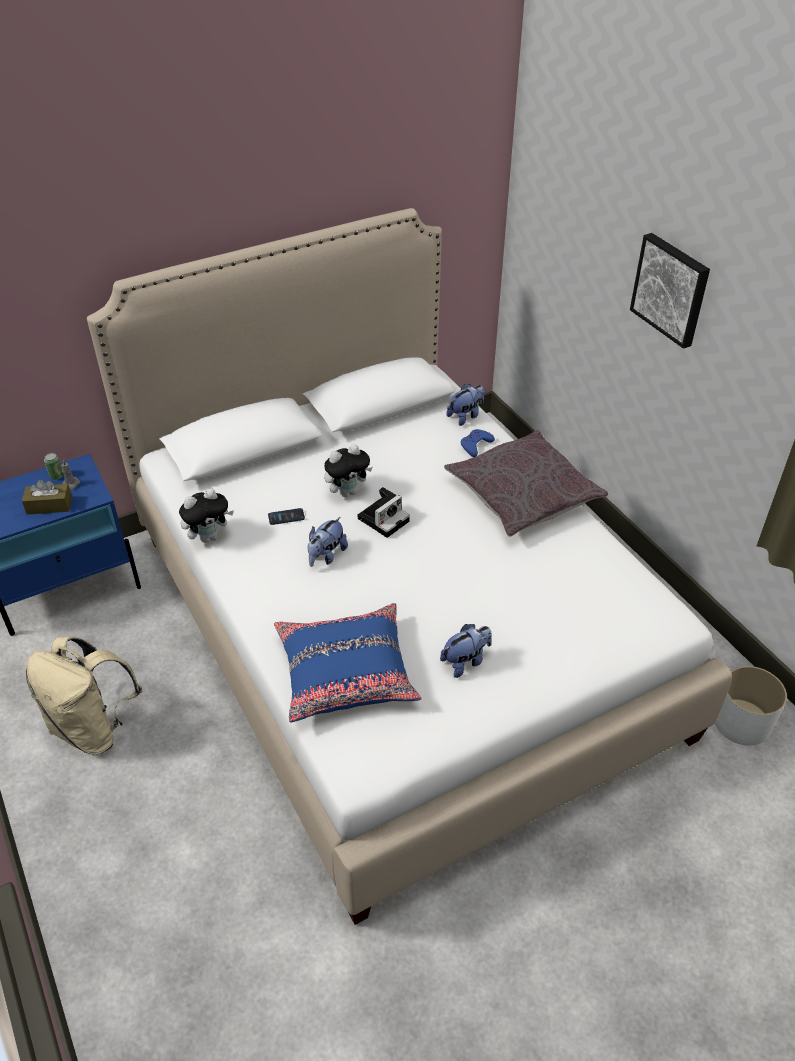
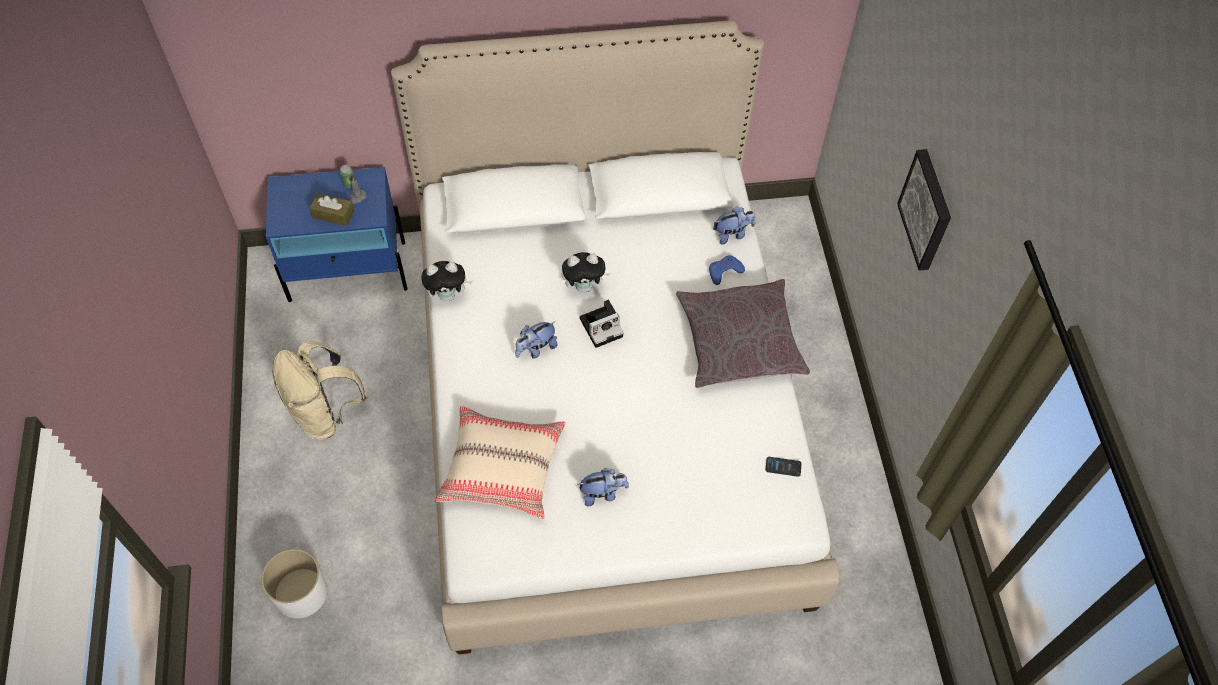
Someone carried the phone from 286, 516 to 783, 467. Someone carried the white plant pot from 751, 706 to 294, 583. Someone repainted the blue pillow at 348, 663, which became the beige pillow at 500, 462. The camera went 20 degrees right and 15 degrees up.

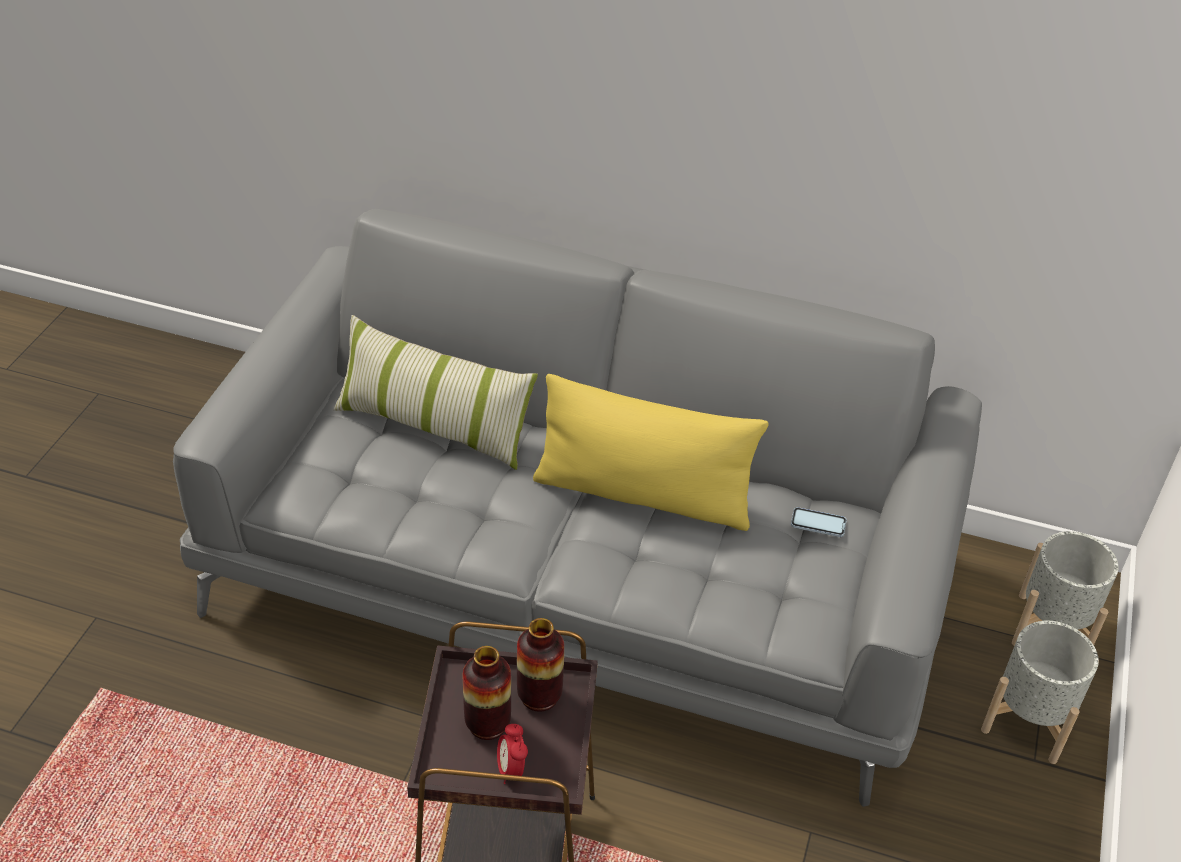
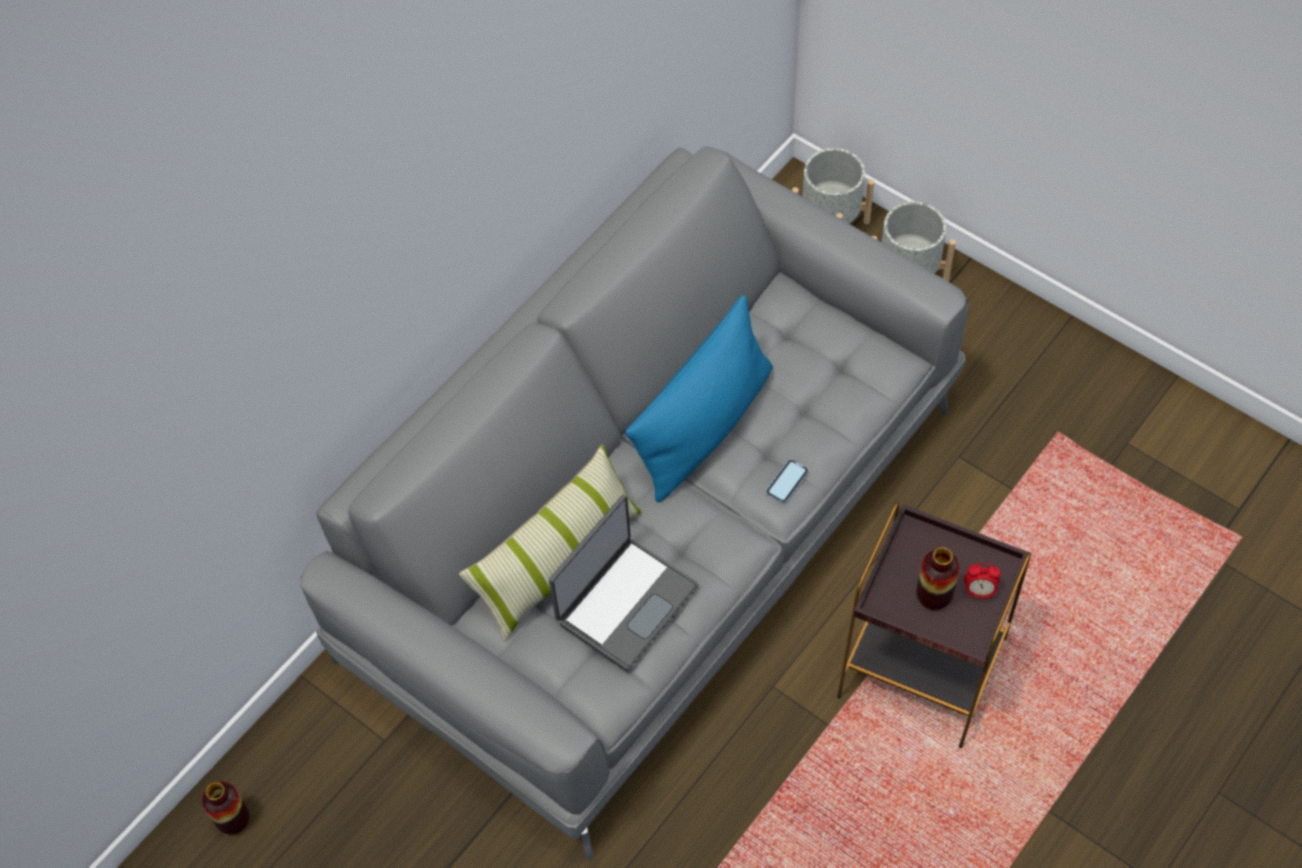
Someone put down the portable computer at 624, 583. Someone carried the flower vase from 540, 665 to 225, 807. Someone carried the phone from 819, 522 to 787, 482. Someone repainted the yellow-coloured pillow at 651, 452, which became the blue pillow at 699, 398. The camera went 65 degrees left and 15 degrees up.

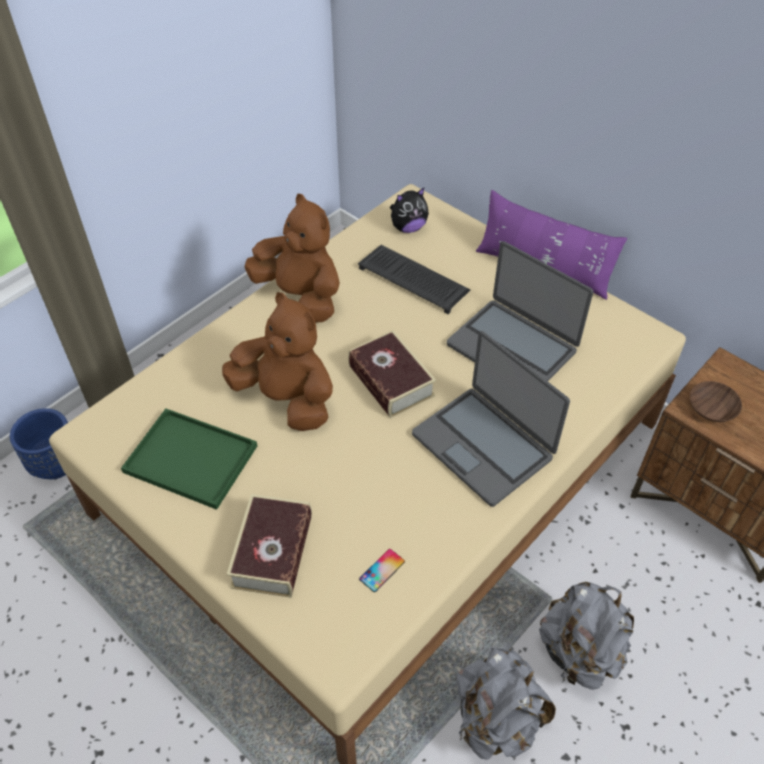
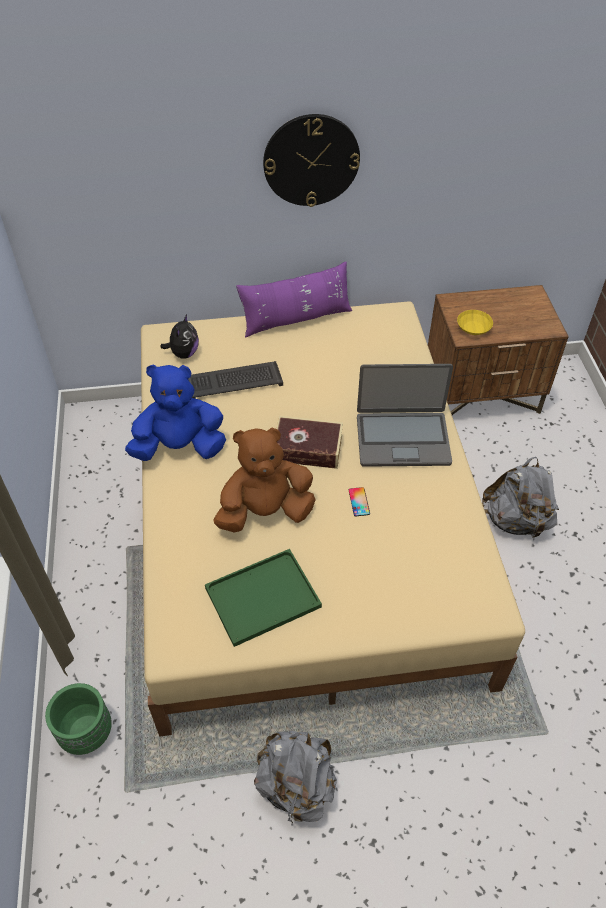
Someone took away the volume at 269, 546. Someone took away the portable computer at 520, 311. Someone put up the clock on the wall at 311, 160. Someone carried the phone from 382, 570 to 359, 502. Someone carried the greyish knapsack from 506, 704 to 295, 777. Someone repainted the blue plant pot at 39, 443, which became the green-coloured plant pot at 78, 719. Someone repainted the brown plush toy at 292, 258, which became the blue plush toy at 175, 413. Someone repainted the brown serving bowl at 716, 401, which became the yellow-coloured serving bowl at 475, 322. The camera went 50 degrees left and 0 degrees up.

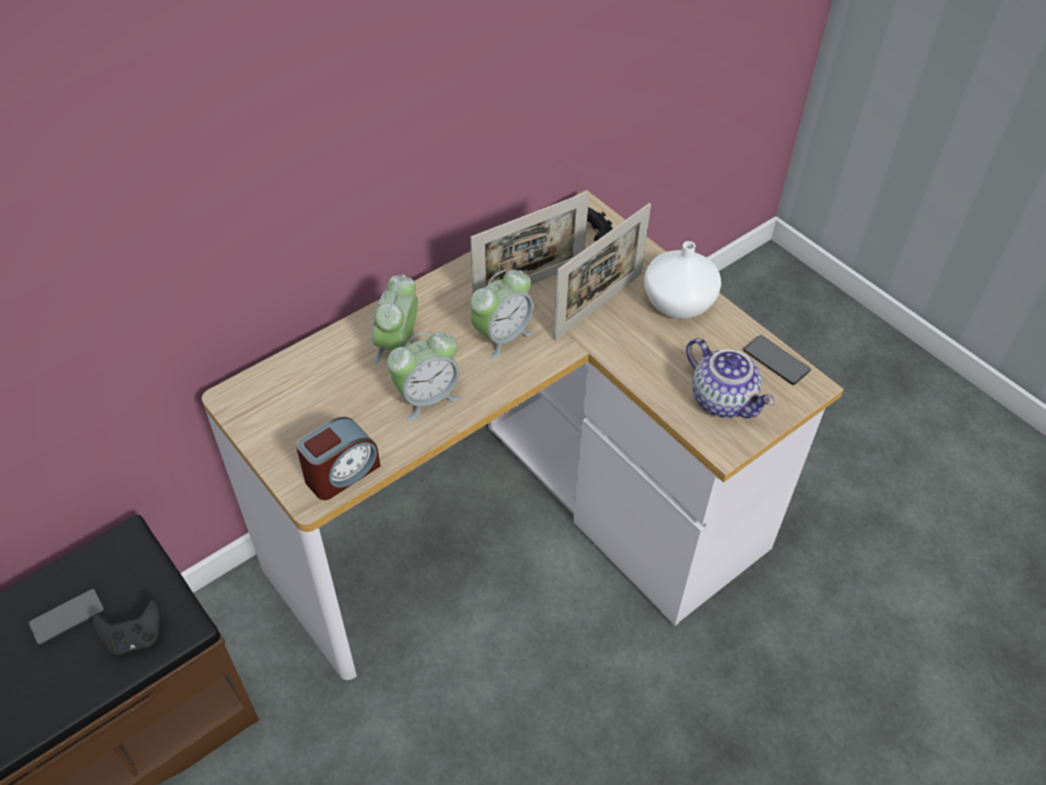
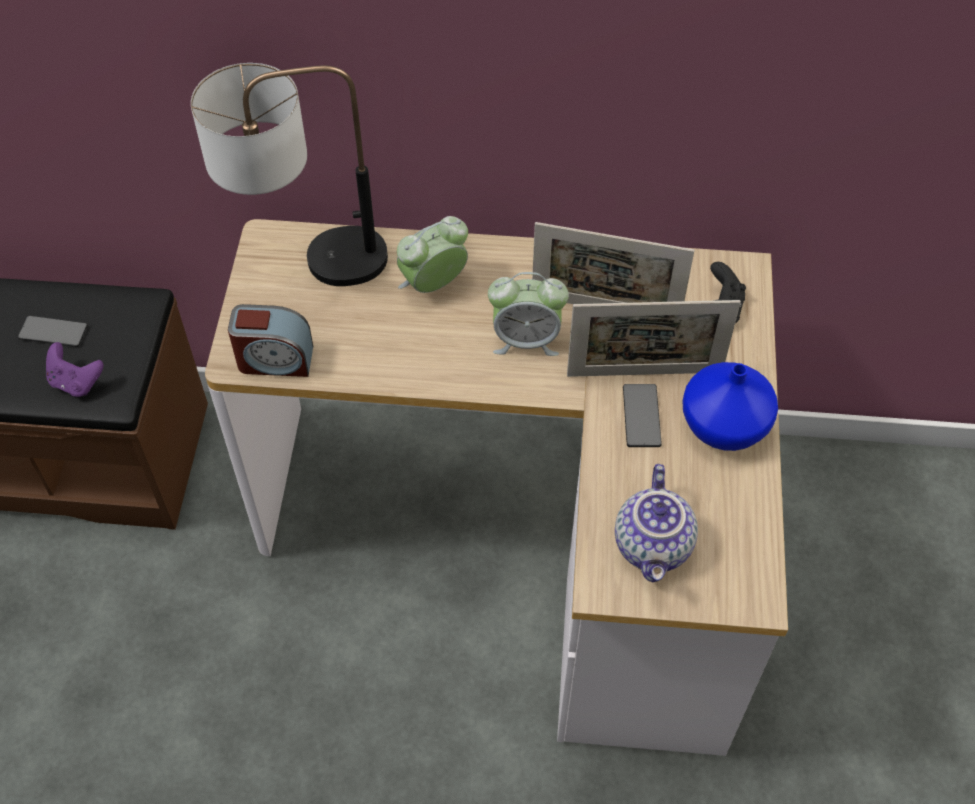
Someone took away the alarm clock at 424, 376. Someone put down the table lamp at 289, 174. Someone carried the phone from 777, 360 to 642, 415. Someone repainted the black joypad at 126, 627, which became the purplish joypad at 74, 369. Someone repainted the white flower vase at 682, 280, which became the blue flower vase at 730, 406. The camera went 45 degrees right and 5 degrees up.

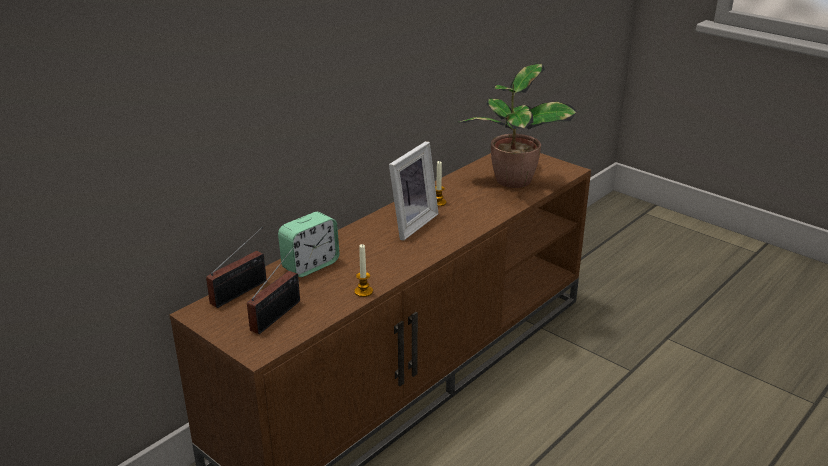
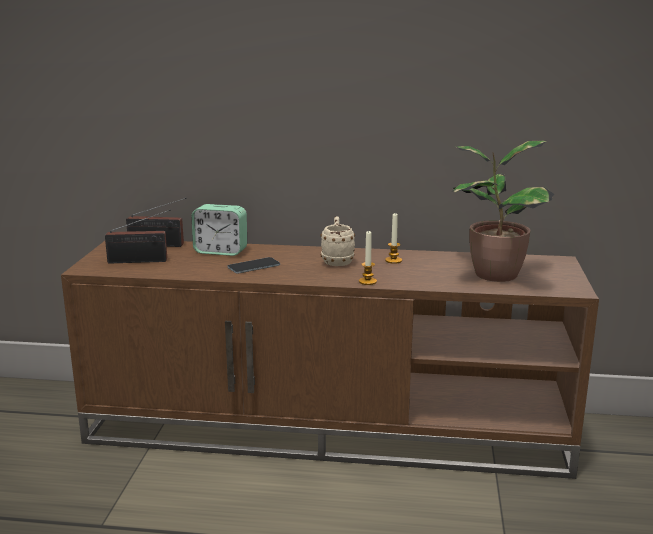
Someone put down the phone at 254, 265. Someone carried the candle from 363, 270 to 368, 258. Someone swapped the photo frame at 414, 191 for the beige tea mug at 337, 241. The camera went 55 degrees right and 10 degrees down.

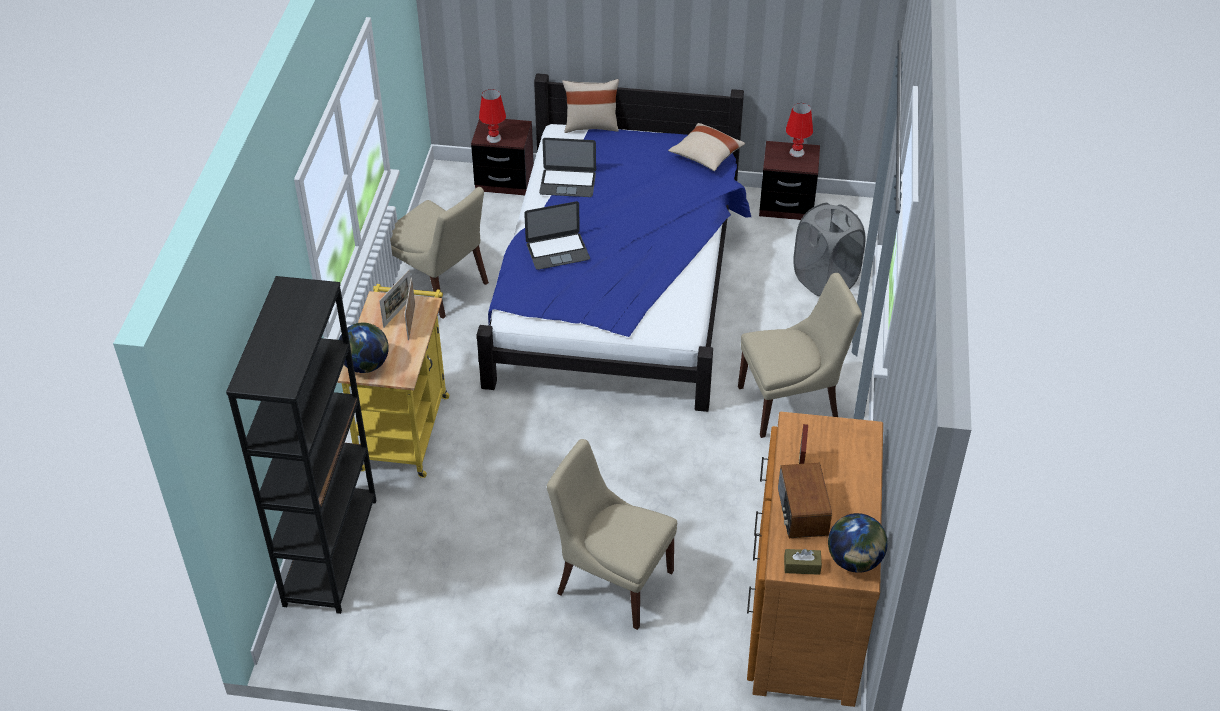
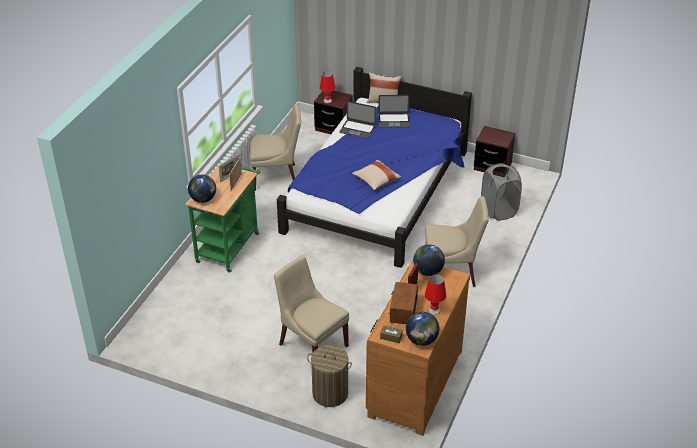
Someone took away the black shelving unit at 301, 445. Someone put down the hamper at 329, 376. Someone put down the world globe at 429, 260. Someone carried the portable computer from 557, 235 to 394, 111. Someone carried the beige pillow from 706, 147 to 376, 175. Someone carried the reddish table lamp from 799, 130 to 435, 294. Someone repainted the yellow-coloured wheeled cart at 393, 381, which became the green-coloured wheeled cart at 222, 218. Someone rotated the beige plain chair at 439, 253 by 60 degrees counterclockwise. The camera went 15 degrees right and 5 degrees down.

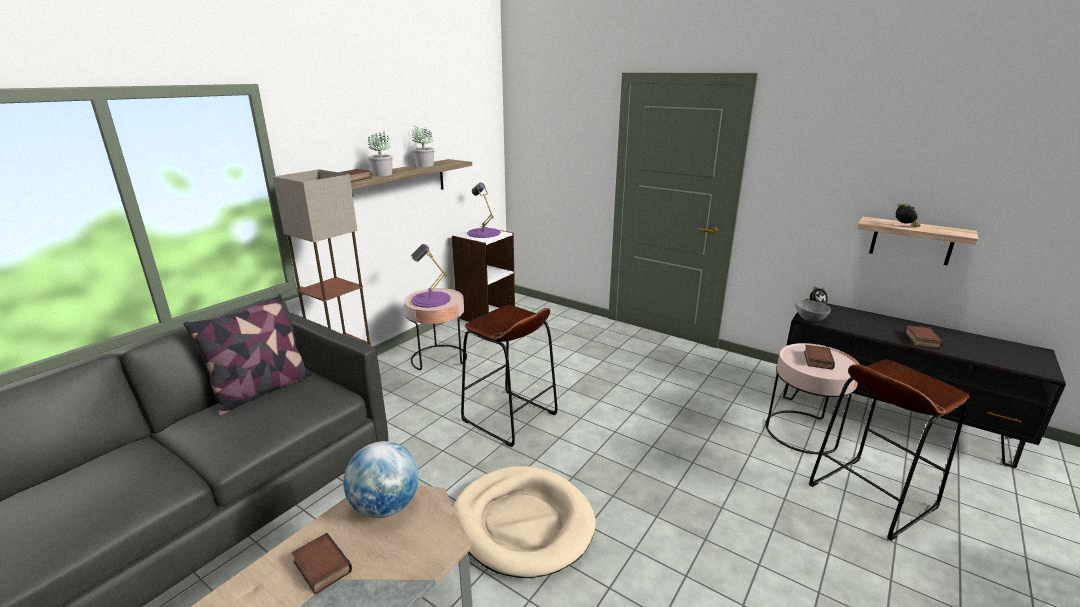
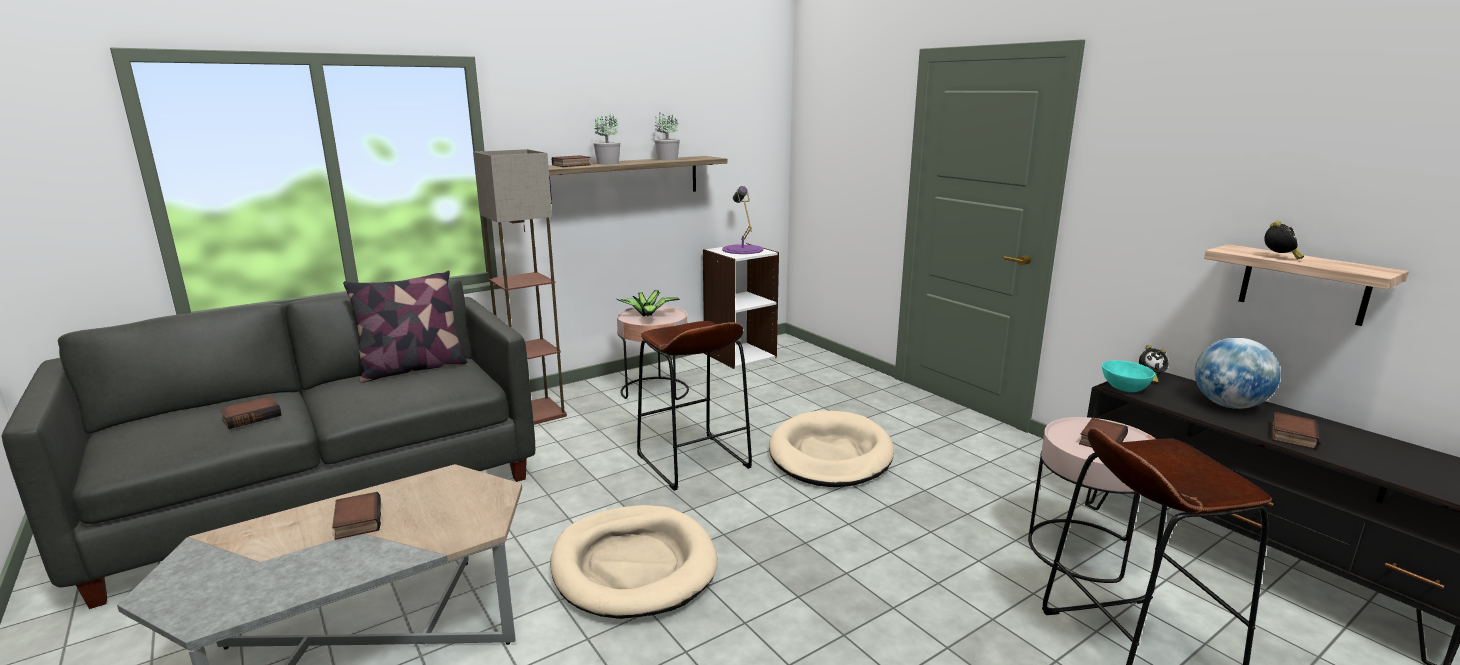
Someone put down the volume at 250, 412. Someone put down the beige dog bed at 831, 449. Someone carried the world globe from 381, 479 to 1238, 373. Someone swapped the purplish table lamp at 431, 276 for the plant in a pot at 648, 303. Someone repainted the greyish serving bowl at 813, 311, which became the turquoise-coloured serving bowl at 1128, 376. The camera went 20 degrees right and 5 degrees down.

